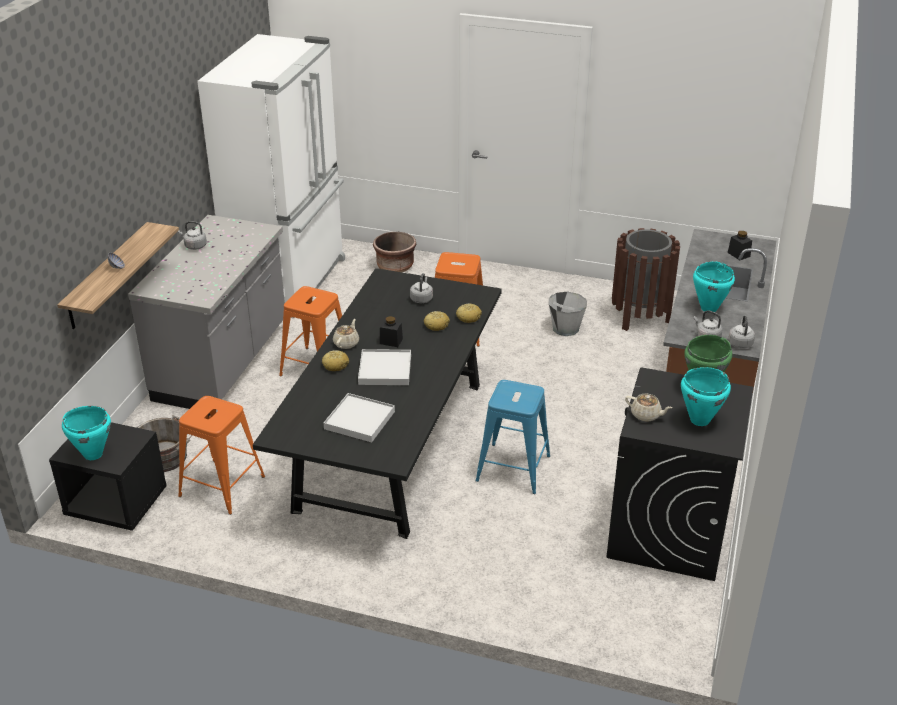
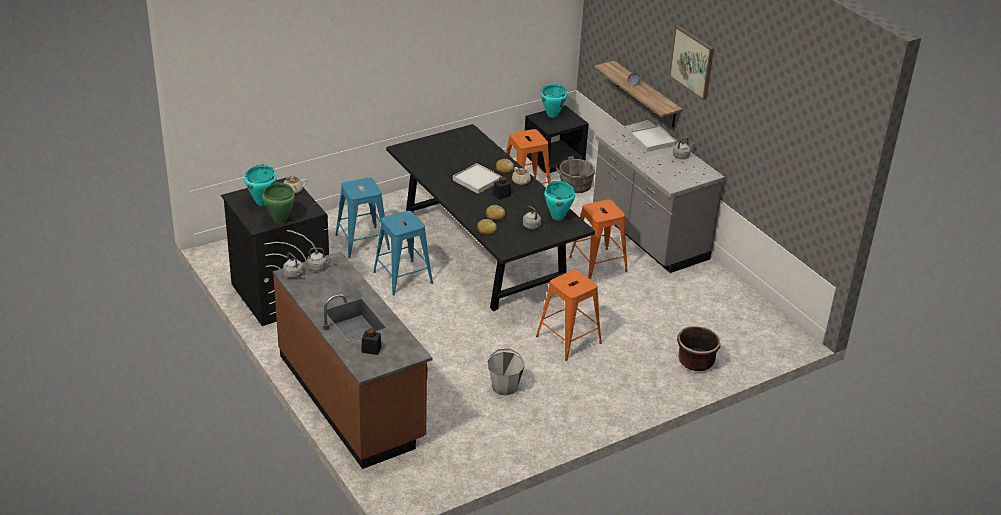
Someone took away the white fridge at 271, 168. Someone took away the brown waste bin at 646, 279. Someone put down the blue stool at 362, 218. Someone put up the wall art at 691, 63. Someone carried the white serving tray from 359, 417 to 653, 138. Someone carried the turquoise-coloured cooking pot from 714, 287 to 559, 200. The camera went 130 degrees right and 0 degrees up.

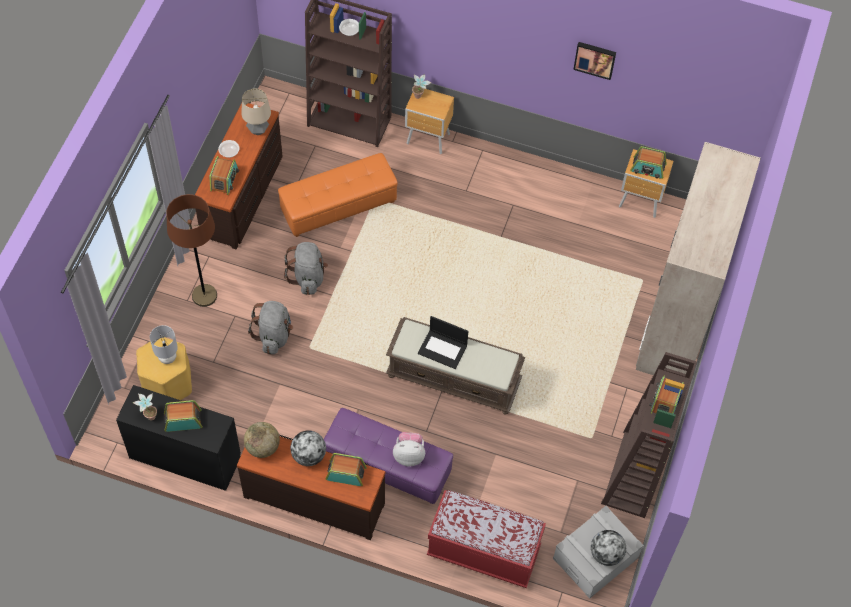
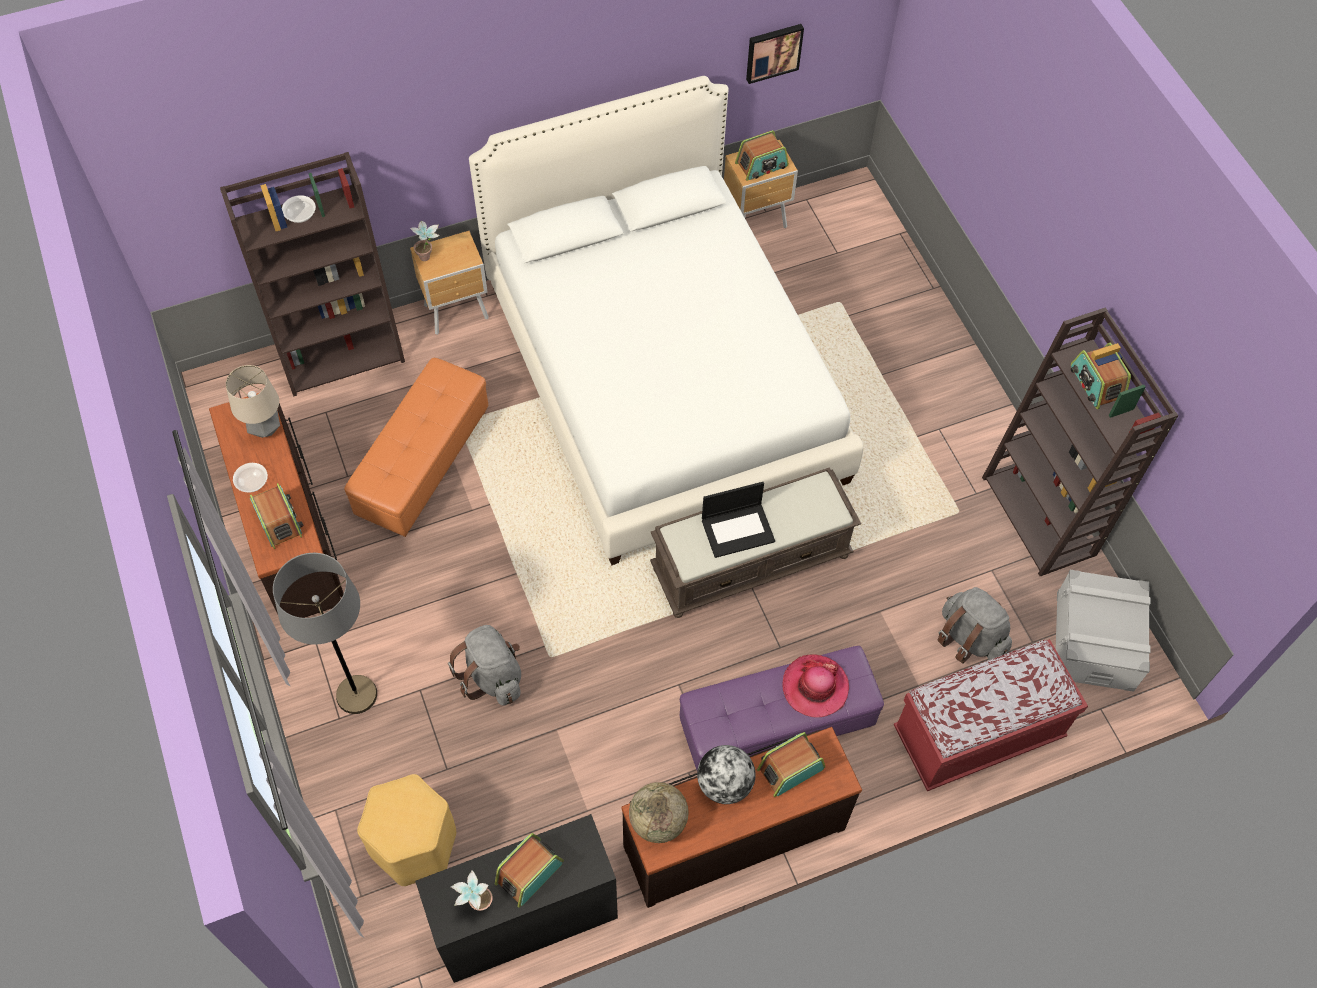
Someone took away the greyish table lamp at 164, 344. Someone took away the world globe at 608, 548. Someone took away the beige wardrobe at 698, 258. Someone put down the white sleeping bed at 666, 320. Someone carried the greyish knapsack from 306, 268 to 975, 625. Someone carried the wall art from 594, 61 to 775, 54. Someone swapped the plush toy at 409, 449 for the hat at 815, 686. Someone repainted the brown standard lamp at 191, 250, which became the greyish standard lamp at 325, 633. The camera went 40 degrees left and 0 degrees up.

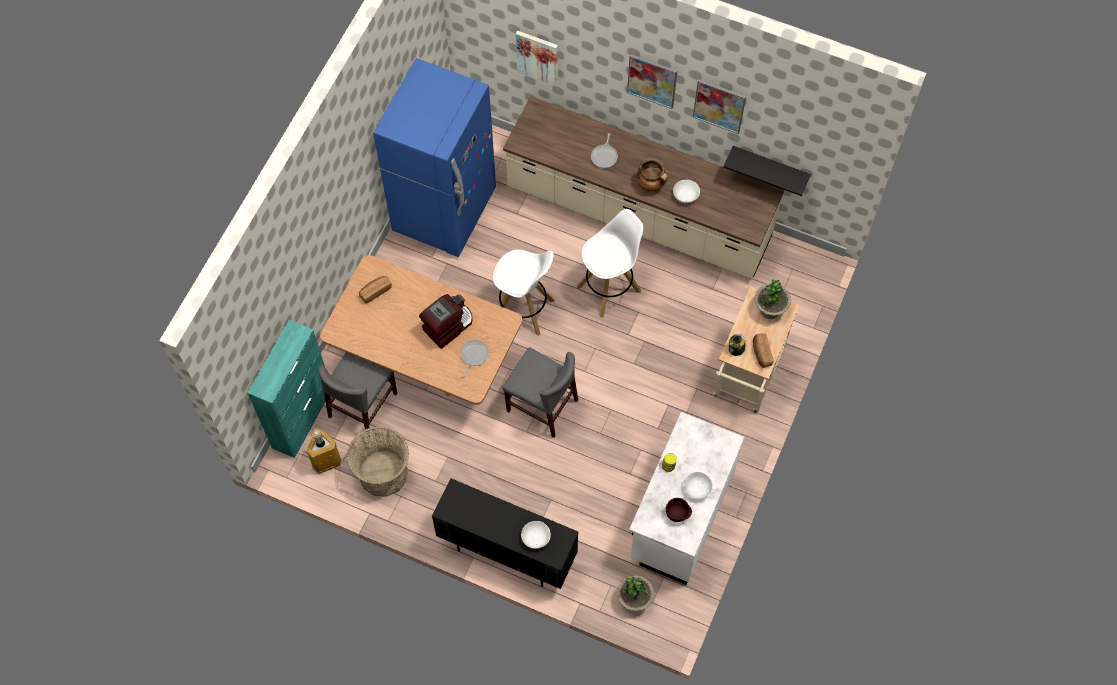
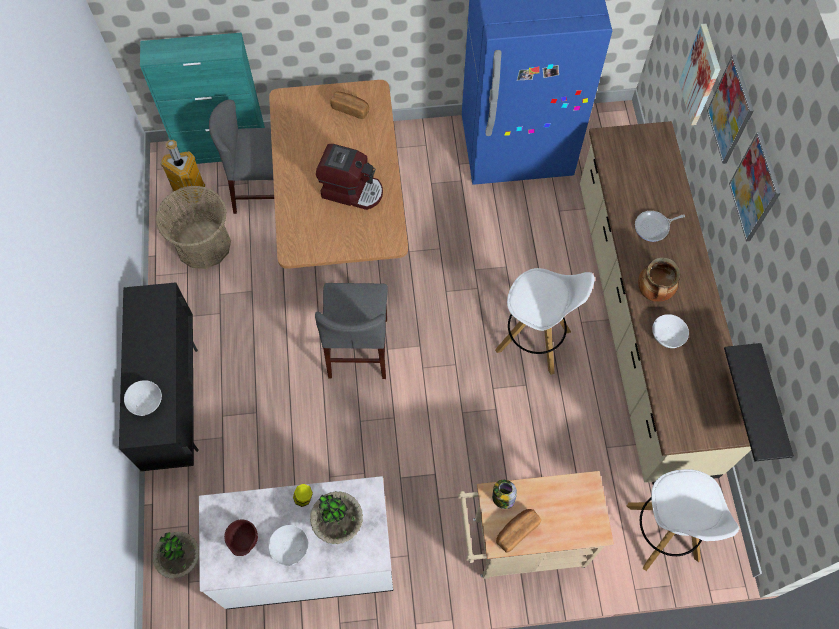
Someone took away the frying pan at 475, 358. Someone carried the white stool from 524, 293 to 683, 520. Someone carried the wall art from 719, 106 to 730, 109. Someone carried the plant in a pot from 773, 299 to 336, 517. The camera went 60 degrees right and 0 degrees up.

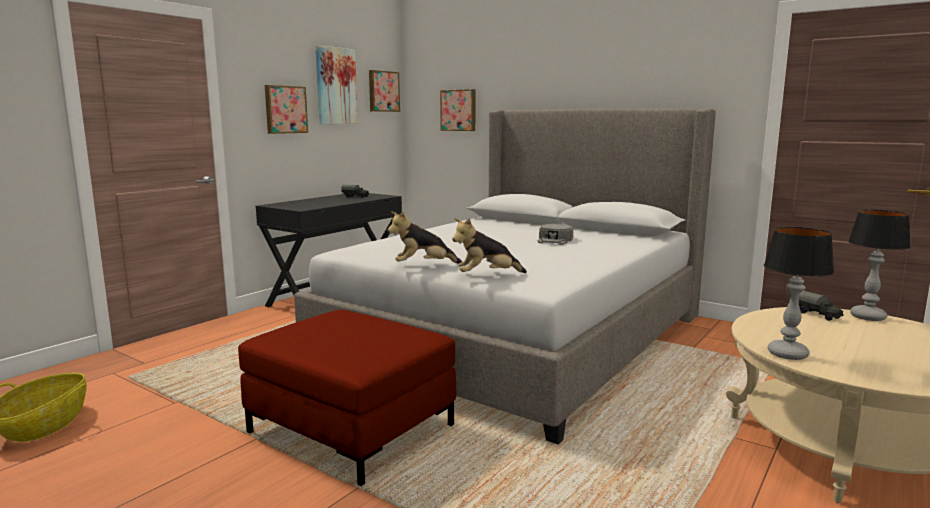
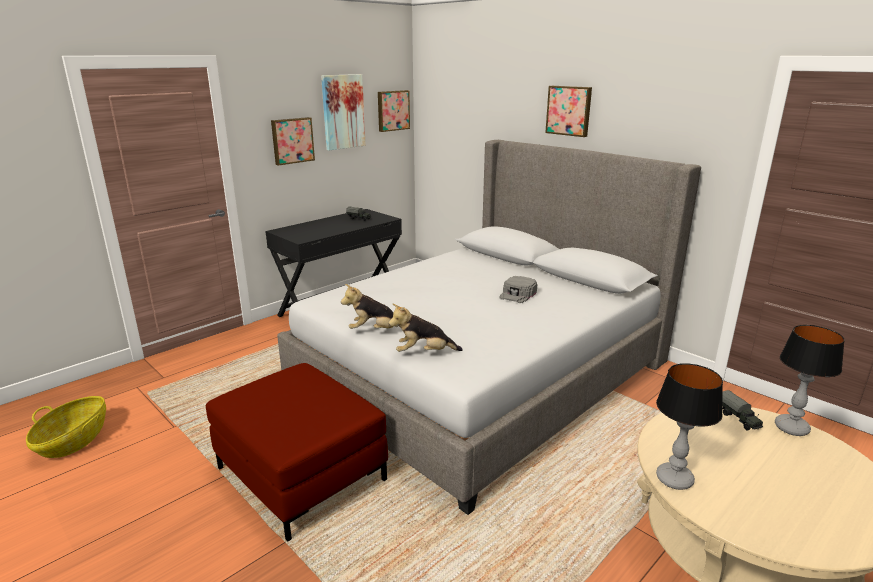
Someone carried the wall art from 457, 110 to 568, 111. The camera went 10 degrees right and 10 degrees up.

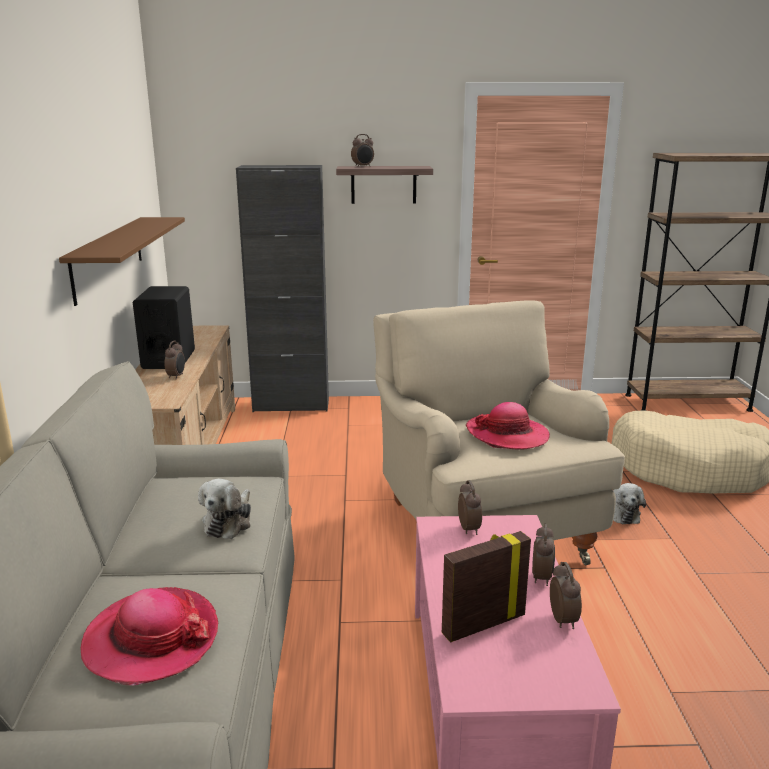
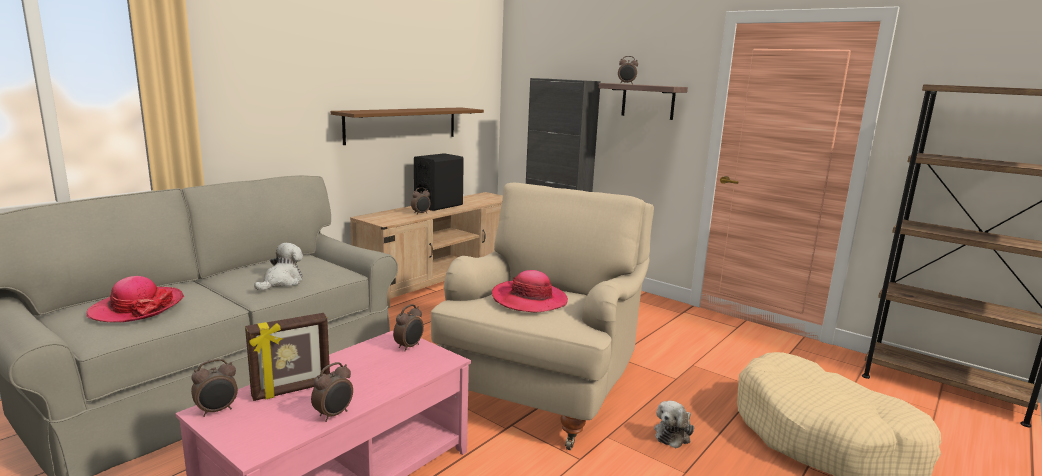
Someone carried the alarm clock from 543, 555 to 214, 388. Someone rotated the plush toy at 224, 509 by 150 degrees clockwise. Someone rotated the photo frame at 486, 586 by 135 degrees clockwise. The camera went 40 degrees right and 5 degrees down.

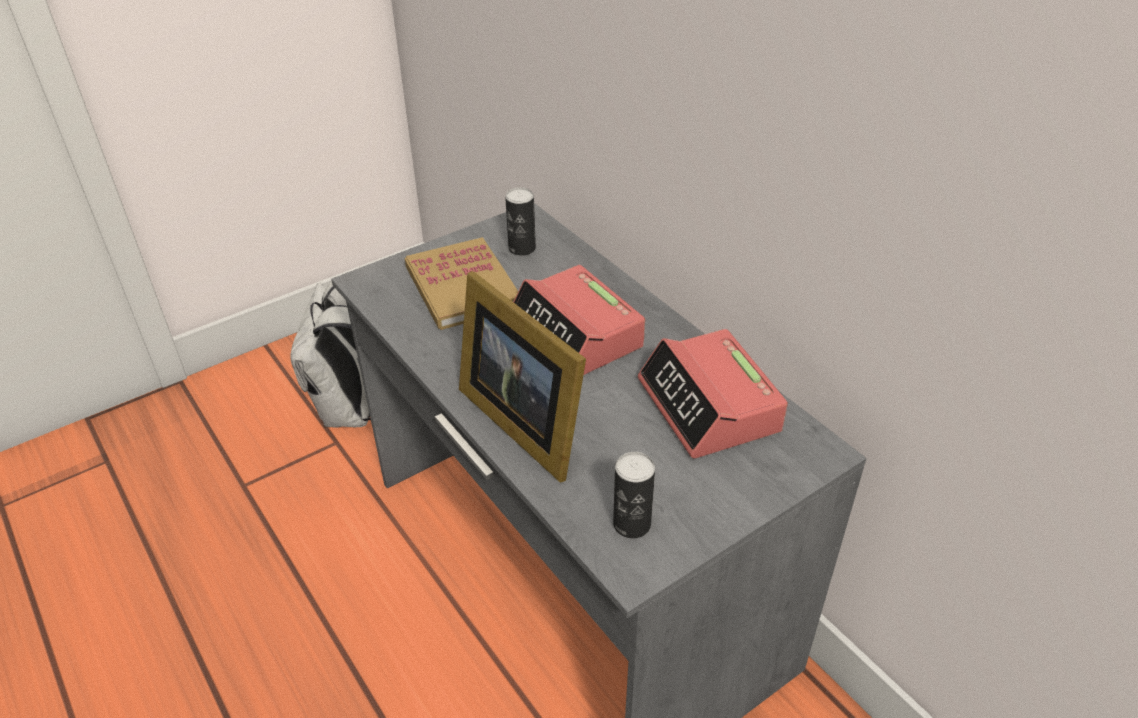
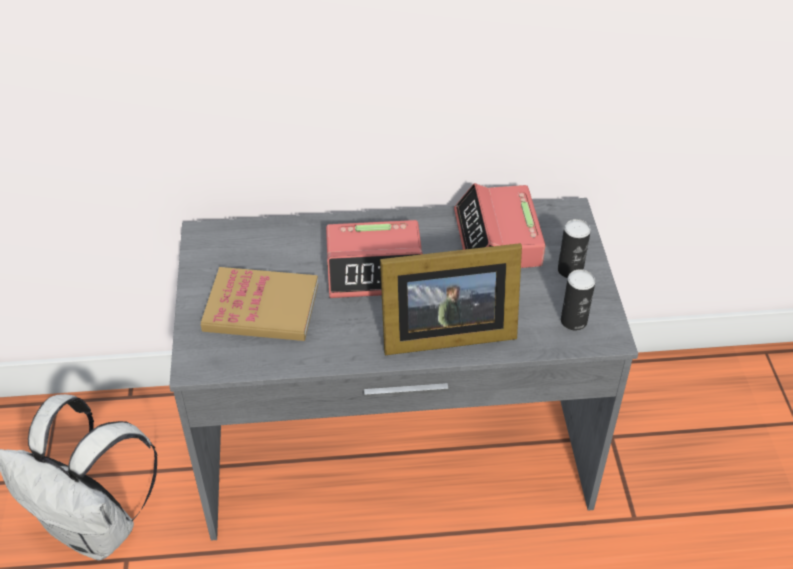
Someone carried the can from 520, 221 to 574, 248. Someone rotated the alarm clock at 713, 393 by 75 degrees clockwise. The camera went 60 degrees left and 5 degrees up.

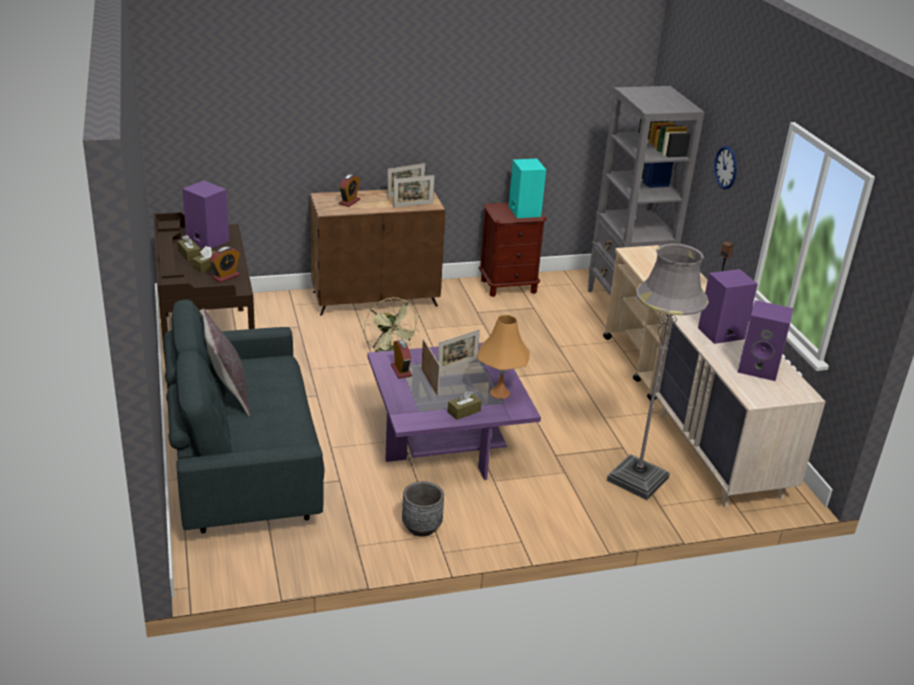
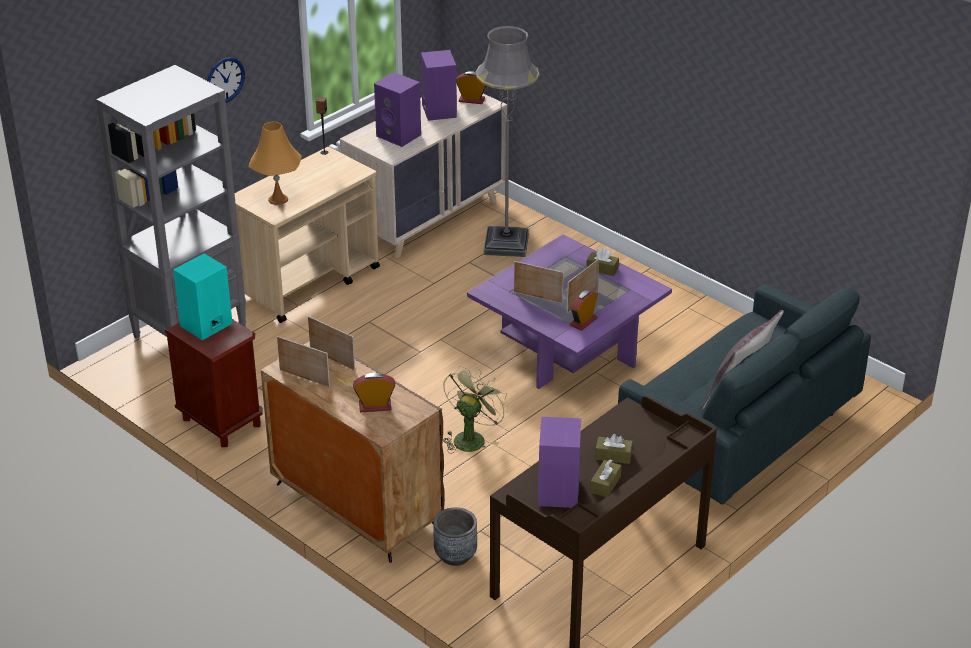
Someone carried the alarm clock from 224, 265 to 471, 87. Someone carried the greyish plant pot from 423, 508 to 455, 536. Someone carried the orange-coloured table lamp from 503, 357 to 275, 163. The camera went 120 degrees left and 5 degrees up.

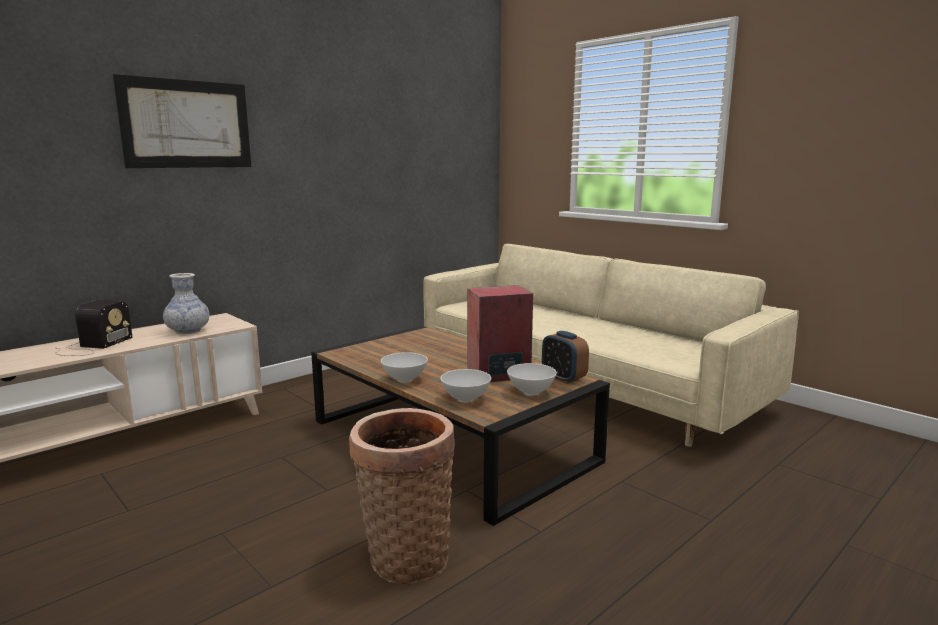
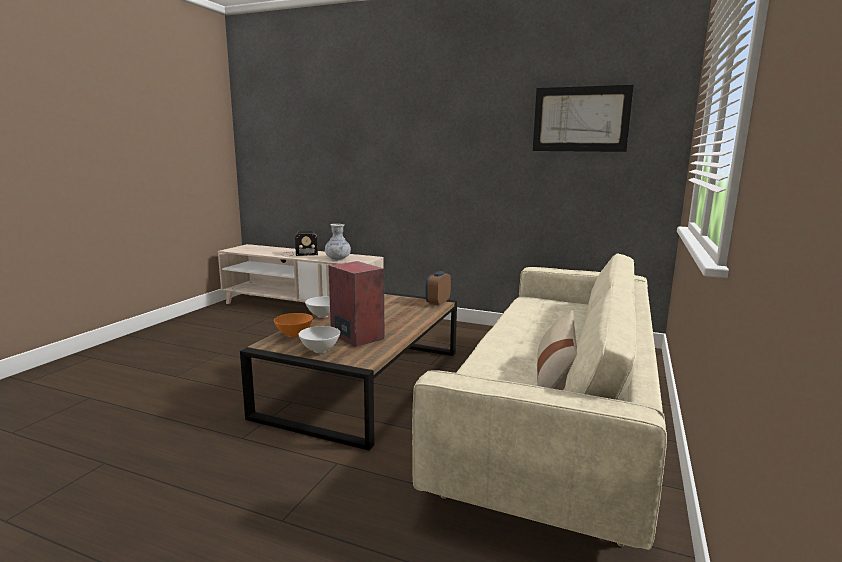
Someone took away the storage basket at 402, 496. Someone put down the beige pillow at 557, 350. Someone carried the wall art from 182, 121 to 583, 118. Someone carried the alarm clock from 565, 357 to 438, 288. Someone repainted the white serving bowl at 465, 386, which became the orange-coloured serving bowl at 293, 325. The camera went 65 degrees right and 0 degrees up.

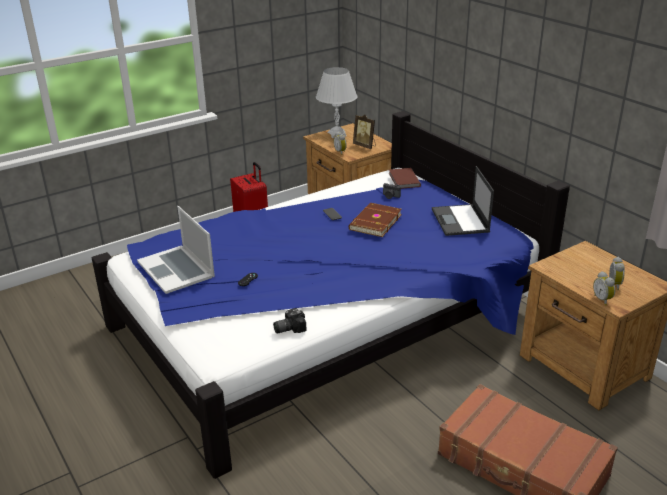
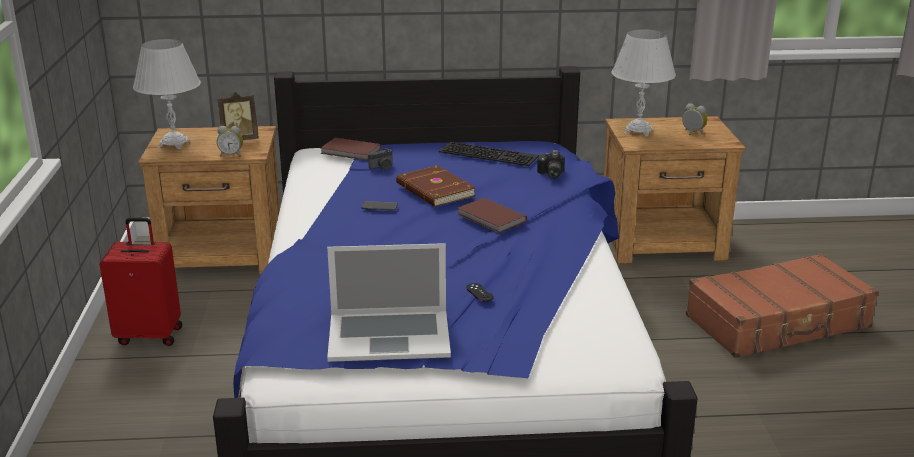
Someone took away the alarm clock at 604, 288. Someone put down the brown volume at 492, 215. Someone put down the white table lamp at 644, 83. Someone carried the still camera from 290, 320 to 551, 164. Someone swapped the portable computer at 463, 201 for the PC keyboard at 489, 154. The camera went 60 degrees left and 5 degrees down.

